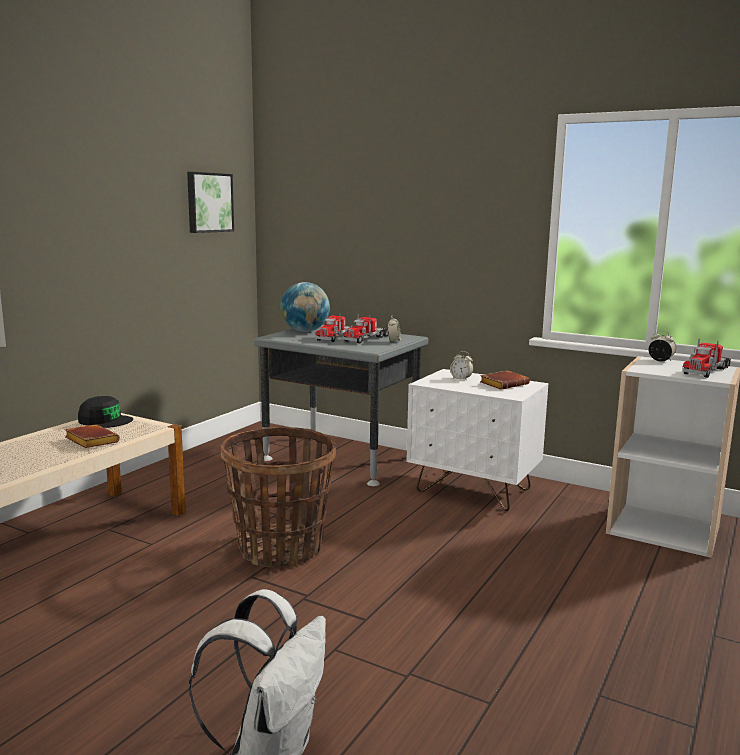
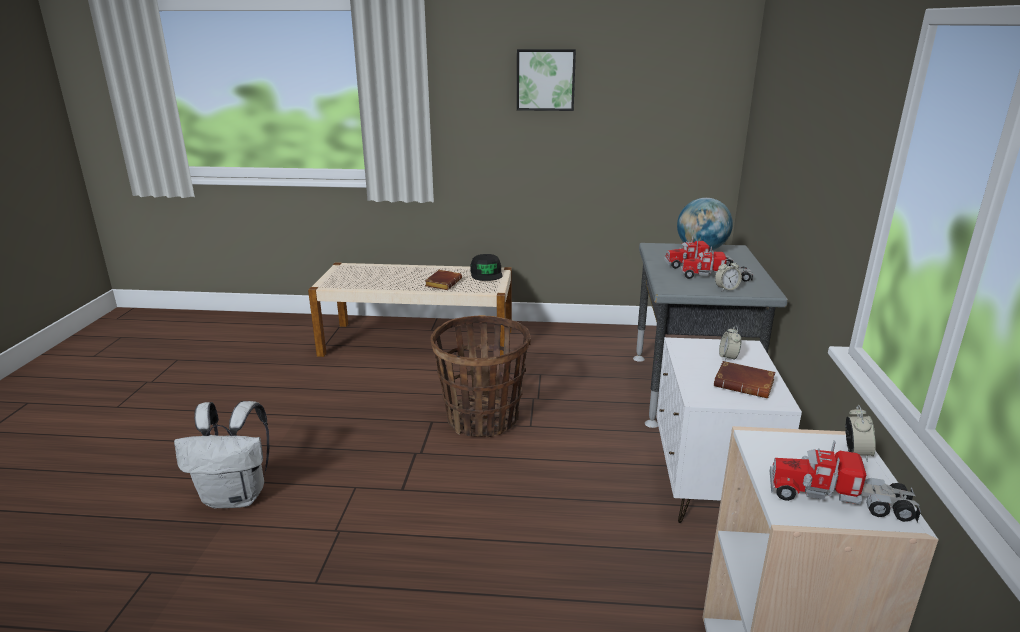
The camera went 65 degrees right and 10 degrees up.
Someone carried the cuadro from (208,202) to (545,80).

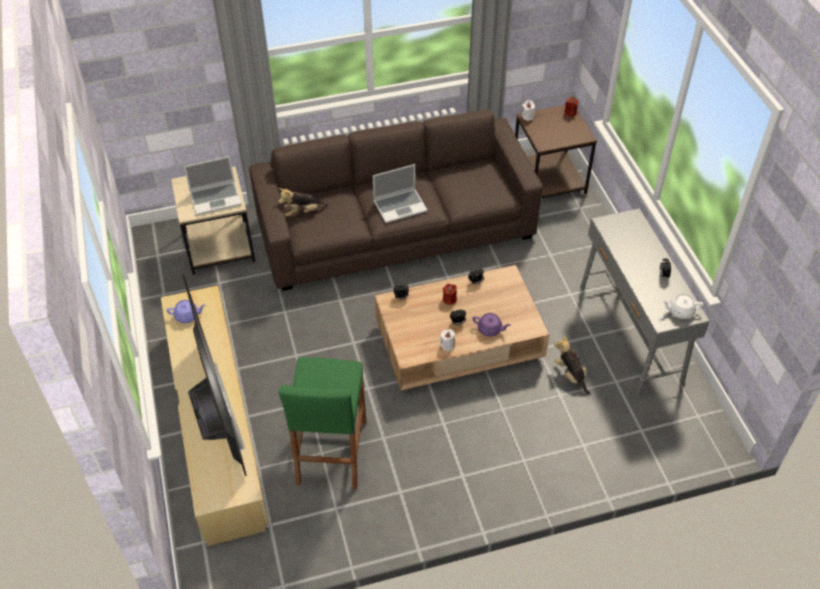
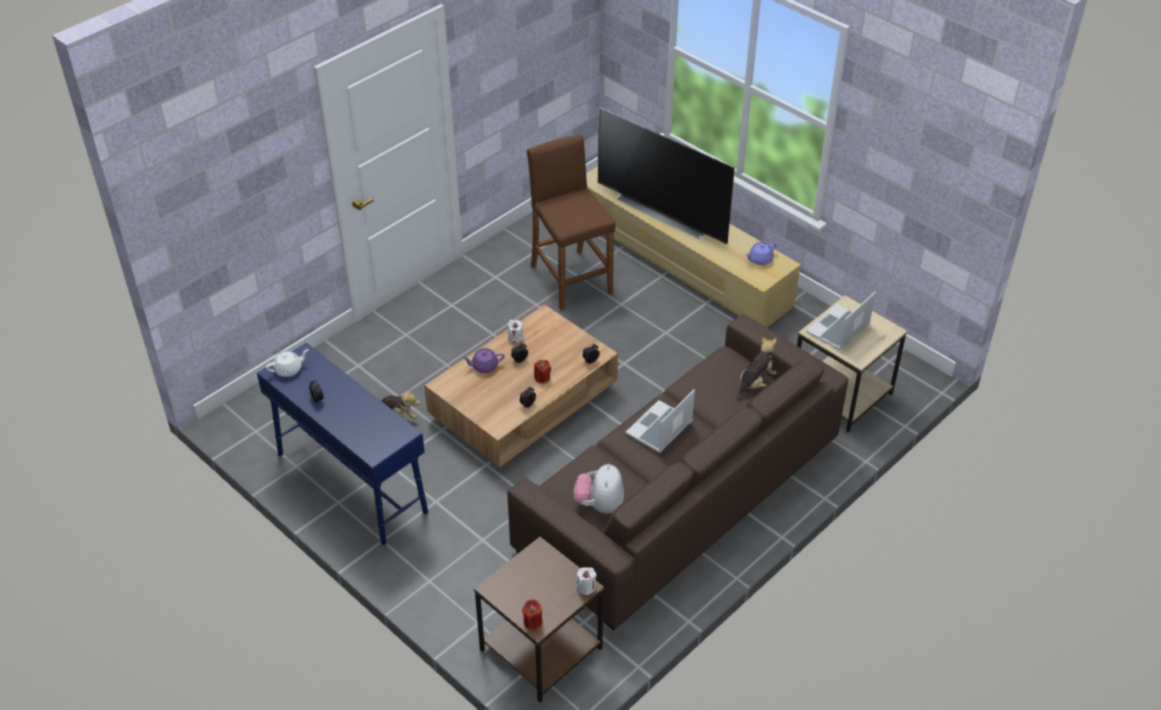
The camera went 150 degrees right and 5 degrees down.
Someone repainted the mesa consola/gris at (629,334), which became the mesa consola/azul at (352,482).
Someone repainted the taburete/verde at (331,452), which became the taburete/marrón at (571,279).
Someone put down the peluche at (599,505).

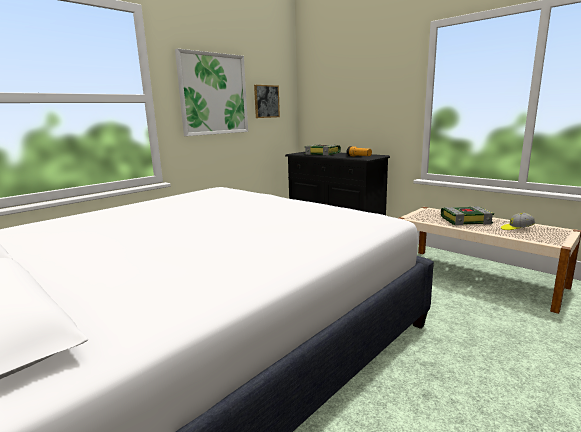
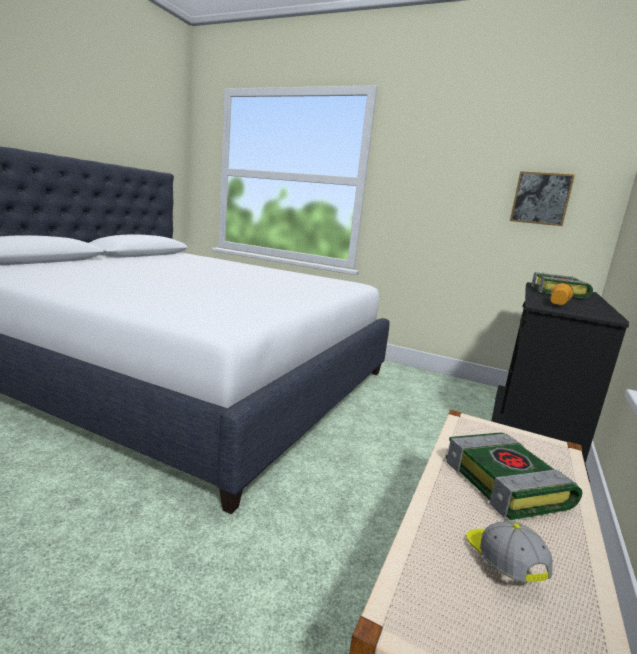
The camera went 70 degrees right and 0 degrees up.
Someone took away the cuadro at (213,94).

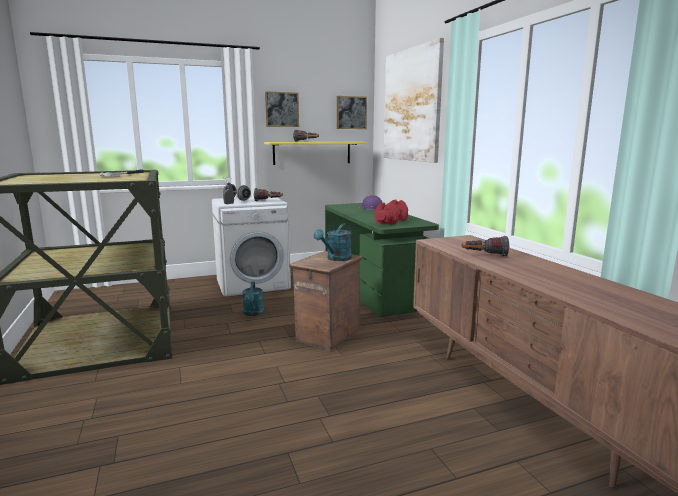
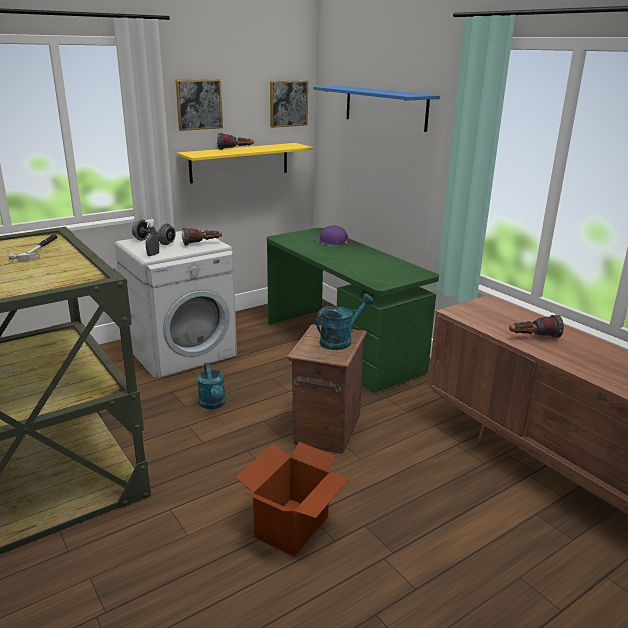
The camera went 15 degrees left and 10 degrees up.
Someone swapped the cuadro at (411,105) for the estante/azul at (385,107).
Someone took away the mancuerna/rojo at (391,221).
Someone rotated the regadera/turquesa at (336,259) by 150 degrees counterclockwise.
Someone put down the caja de cartón at (293,527).

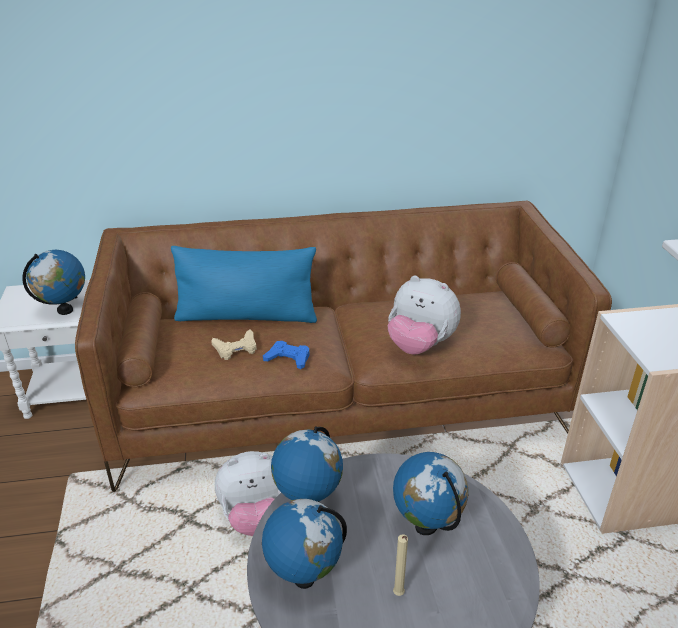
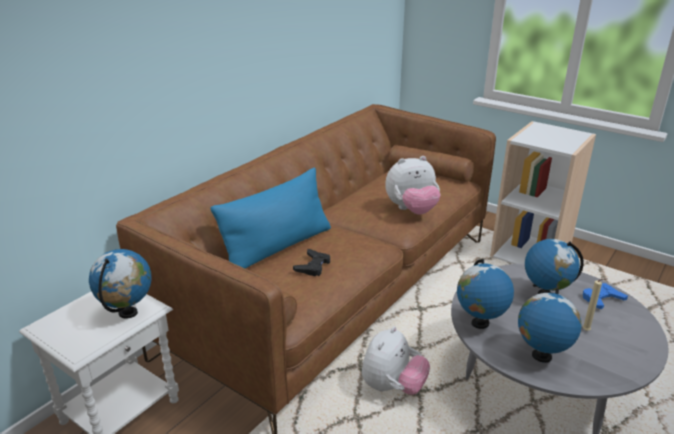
The camera went 45 degrees left and 5 degrees down.
Someone repainted the mando de consola/beis at (236,348), which became the mando de consola/negro at (313,266).
Someone carried the mando de consola/azul from (288,358) to (602,299).

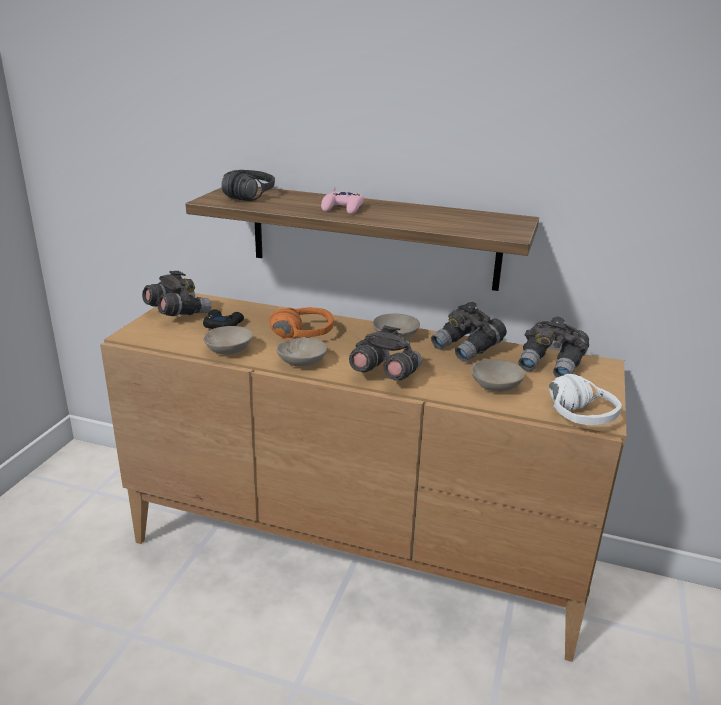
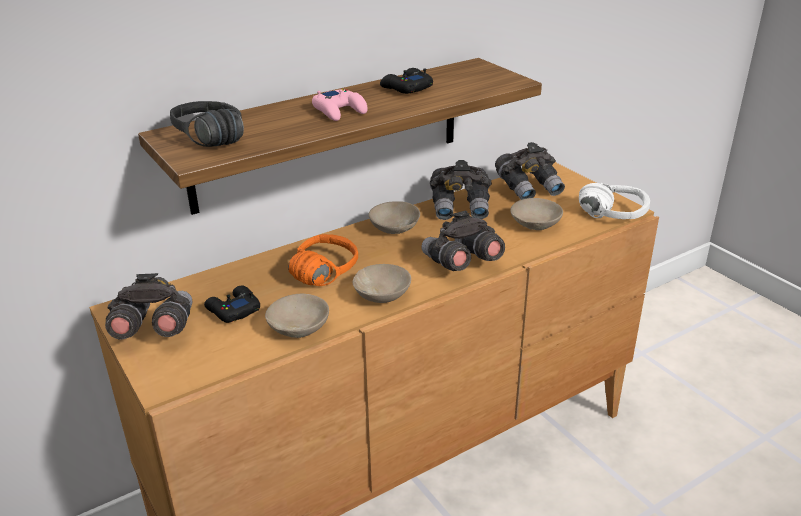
The camera went 50 degrees left and 5 degrees up.
Someone put down the mando de consola/negro at (406,88).

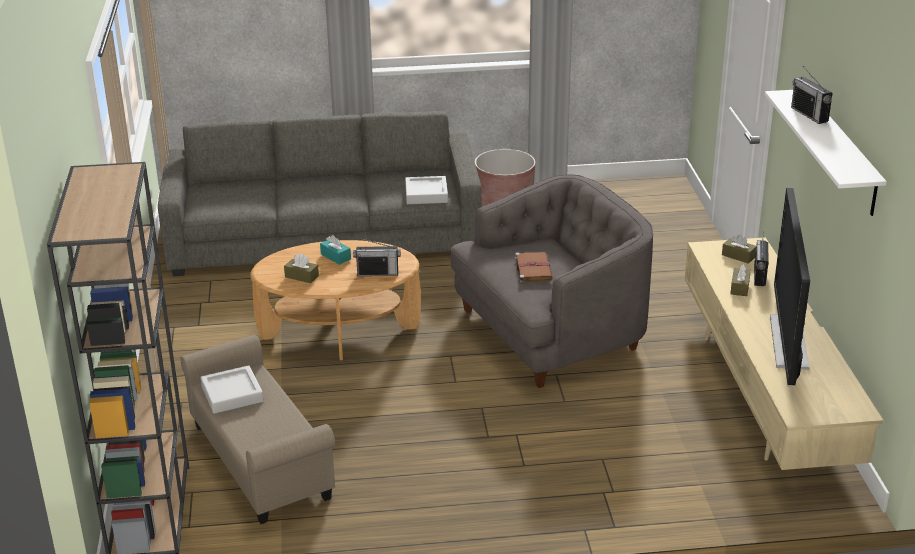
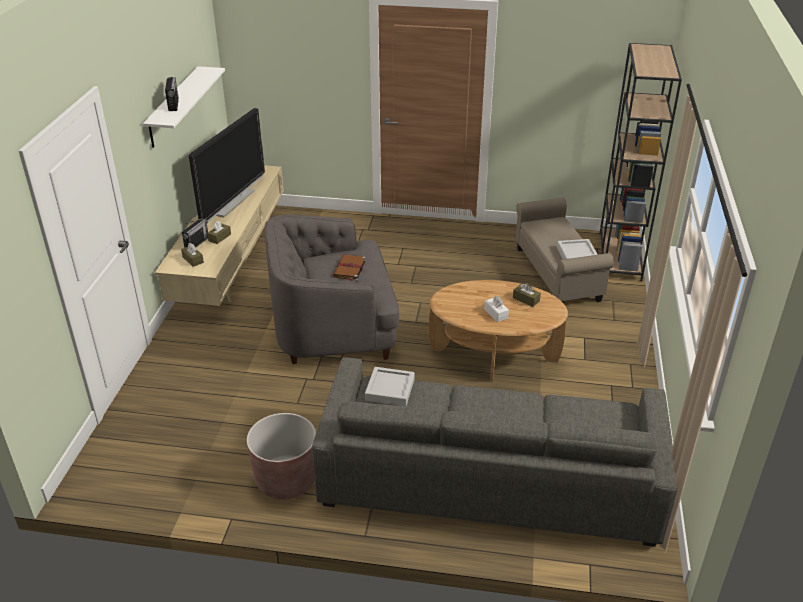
The camera went 165 degrees left and 5 degrees up.
Someone repainted the caja de pañuelos/turquesa at (335,257), which became the caja de pañuelos/blanco at (496,313).
Someone took away the radio at (377,273).

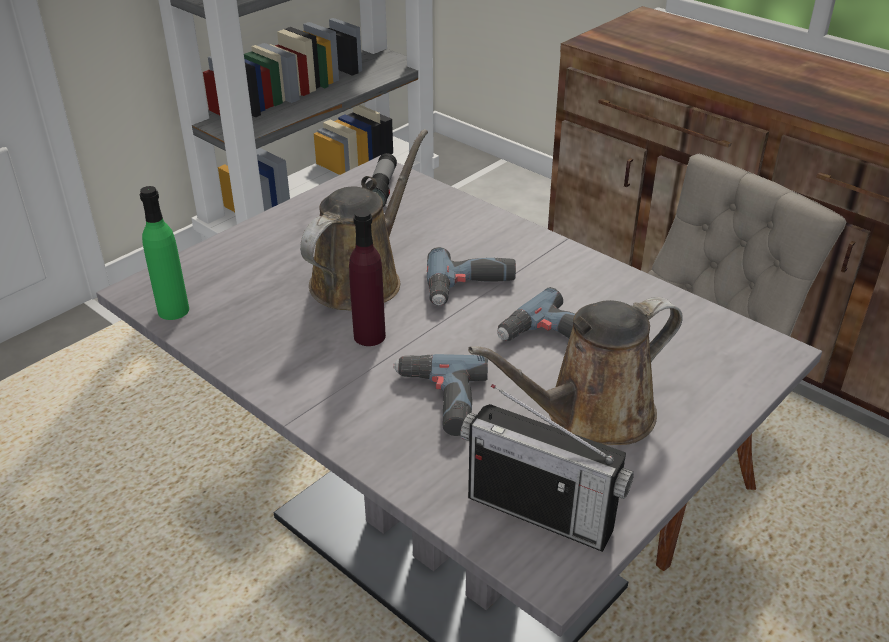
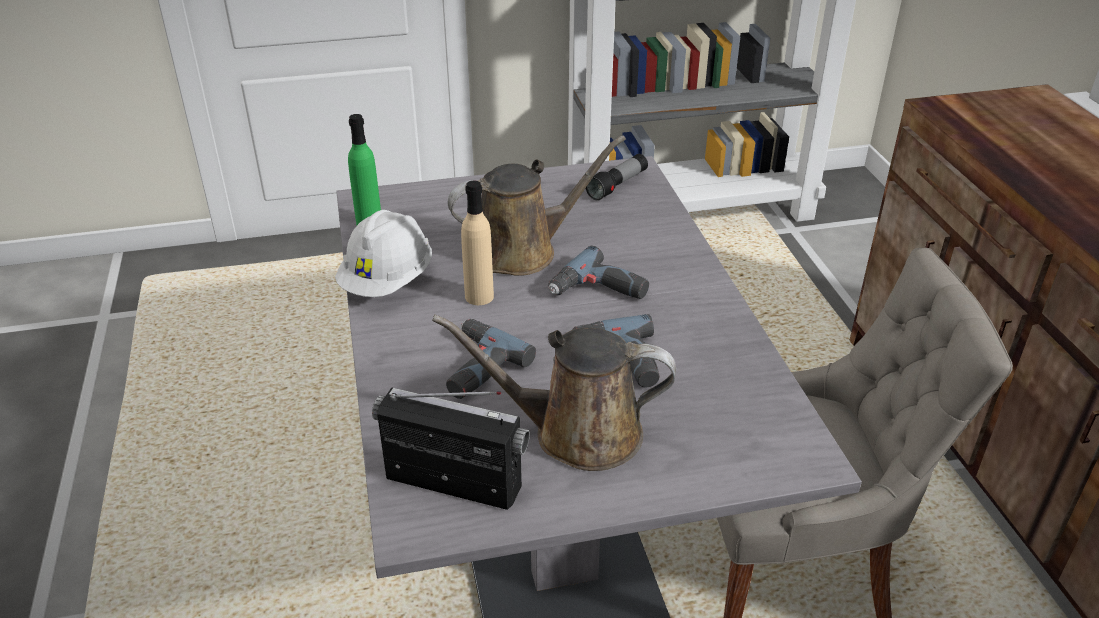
The camera went 35 degrees right and 0 degrees up.
Someone repainted the botella/morado at (369,336), which became the botella/beis at (479,296).
Someone rotated the radio at (541,512) by 135 degrees clockwise.
Someone put down the casco/blanco at (388,282).

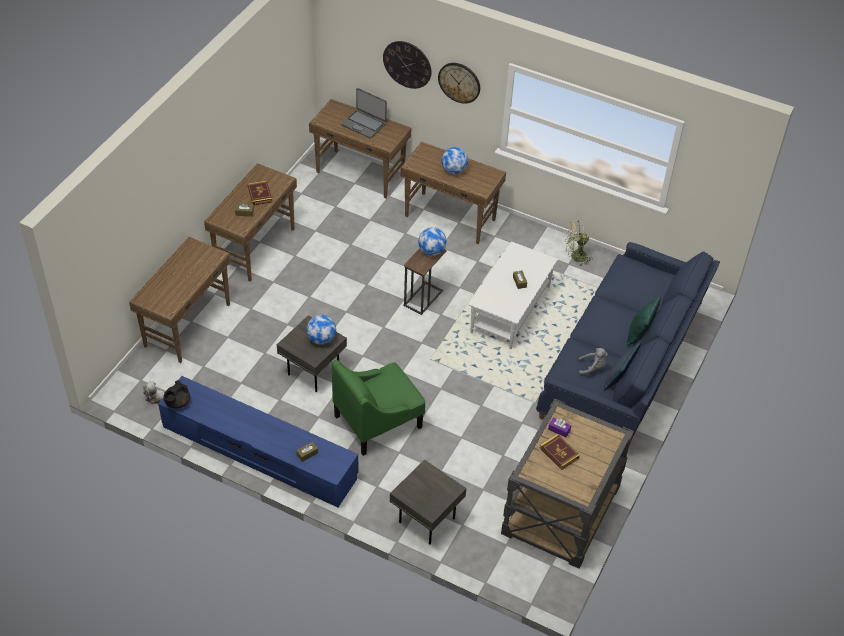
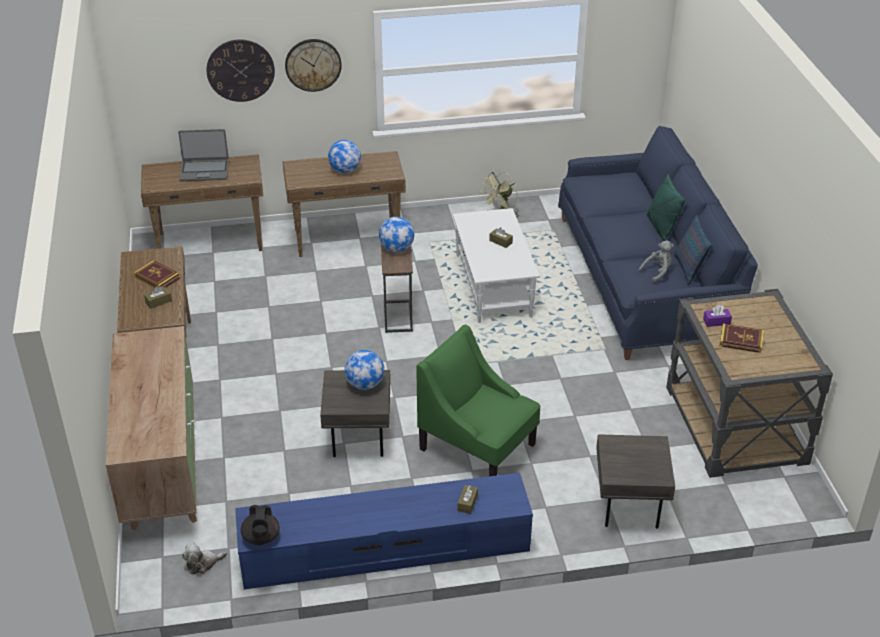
The camera went 35 degrees left and 10 degrees down.
Someone swapped the mesa consola/marrón at (187,325) for the cómoda/verde at (162,470).
Someone rotated the sillón/verde at (378,421) by 105 degrees clockwise.

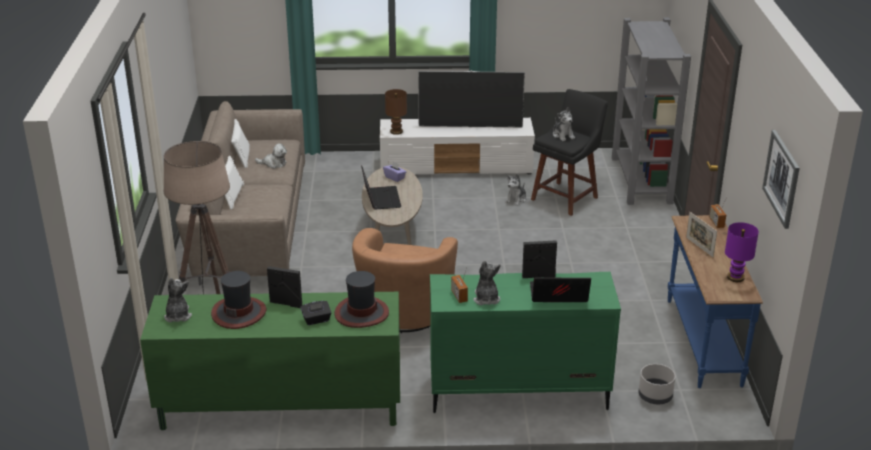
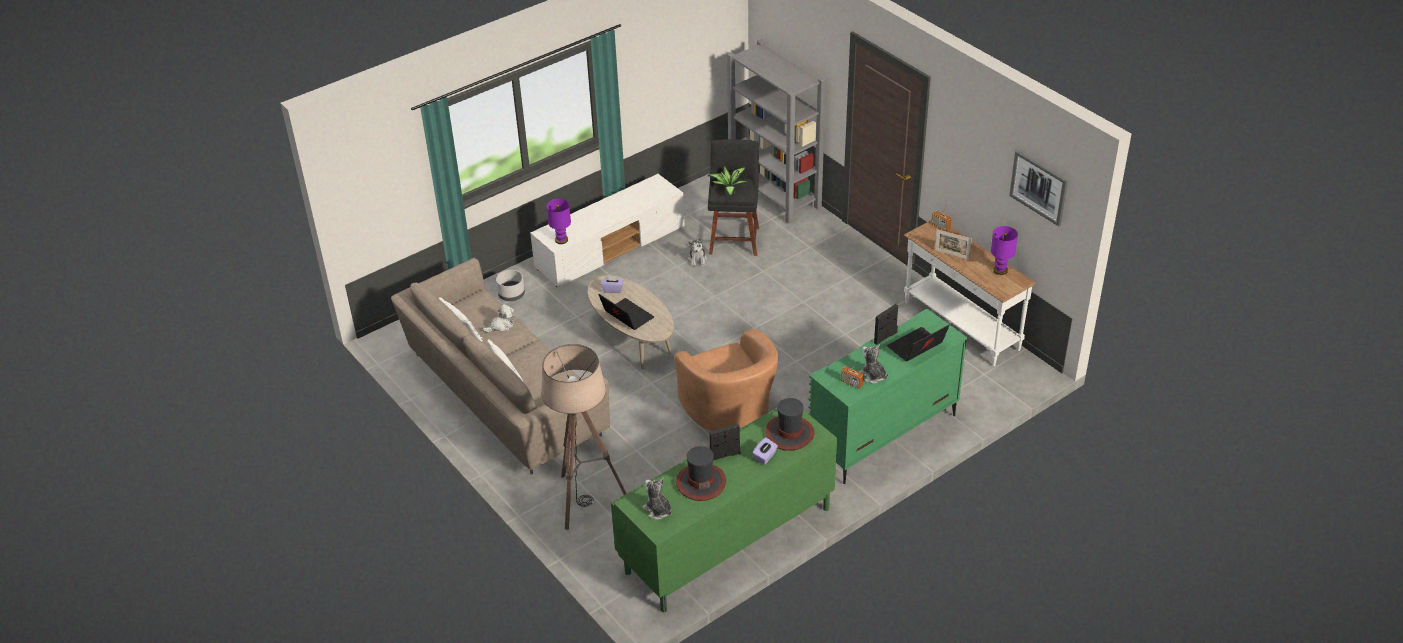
The camera went 35 degrees left and 10 degrees up.
Someone took away the televisor at (470,126).
Someone repainted the lámpara de mesa/marrón at (396,132), which became the lámpara de mesa/morado at (561,240).
Someone swapped the peluche at (563,135) for the planta en maceta at (729,186).
Someone repainted the mesa consola/azul at (701,342), which became the mesa consola/blanco at (960,326).
Someone repainted the caja de pañuelos/negro at (316,320), which became the caja de pañuelos/morado at (765,457).
Someone carried the maceta/gris from (655,396) to (511,295).

